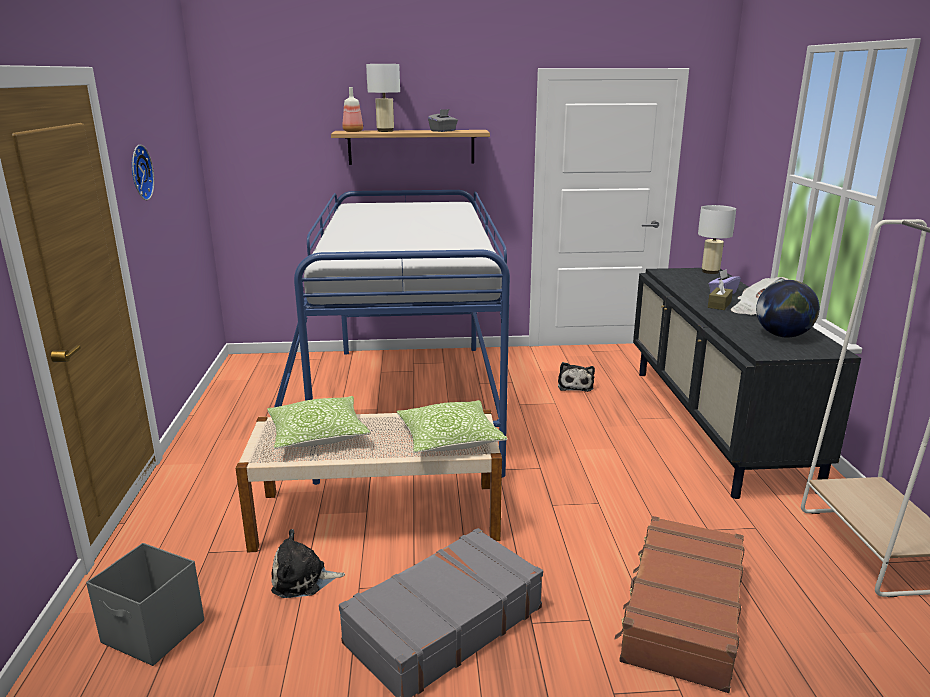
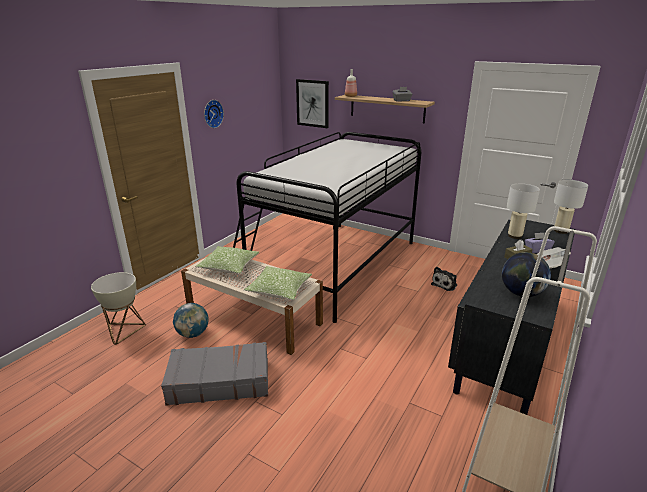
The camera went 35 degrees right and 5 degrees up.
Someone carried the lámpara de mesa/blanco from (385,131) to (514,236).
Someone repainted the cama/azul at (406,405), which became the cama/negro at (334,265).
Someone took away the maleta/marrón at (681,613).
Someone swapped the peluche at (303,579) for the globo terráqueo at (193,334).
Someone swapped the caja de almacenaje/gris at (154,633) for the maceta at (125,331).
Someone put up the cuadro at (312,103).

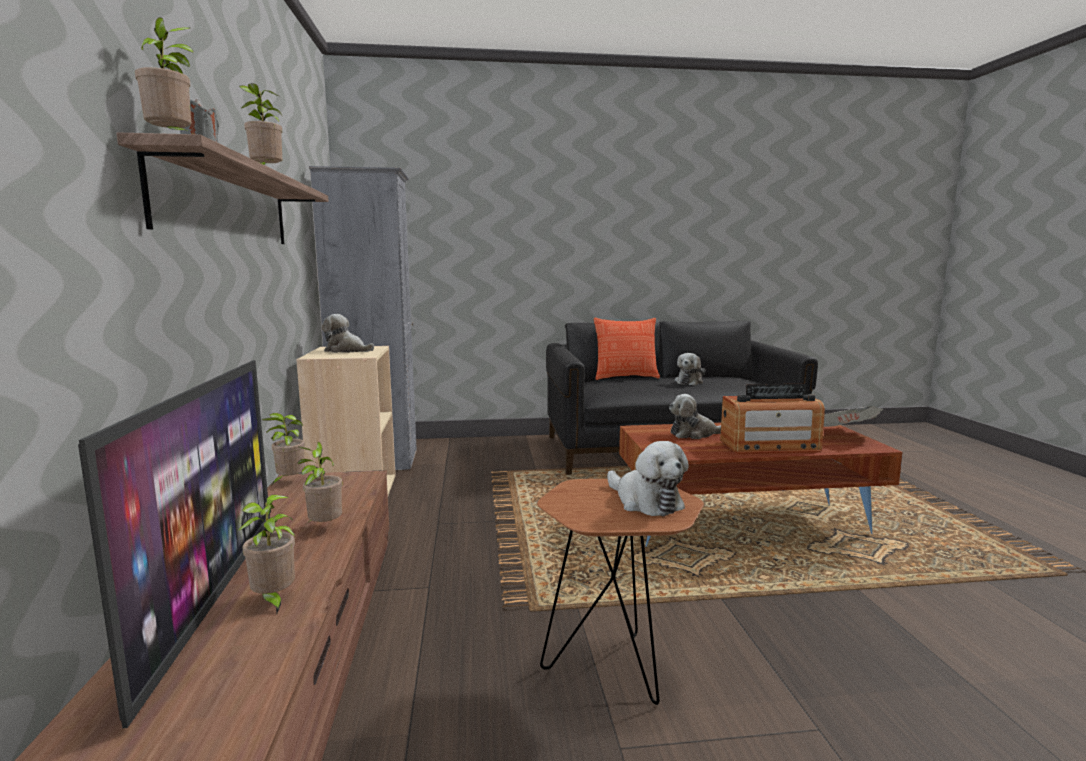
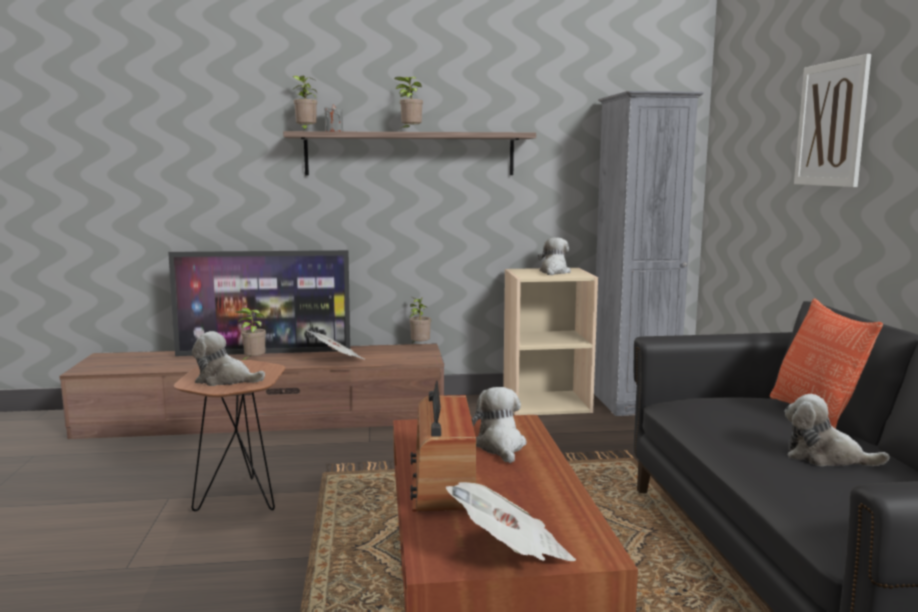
The camera went 90 degrees right and 0 degrees up.
Someone rotated the peluche at (645,501) by 45 degrees clockwise.
Someone swapped the planta en maceta at (324,527) for the periódico at (337,360).
Someone put up the cuadro at (831,124).

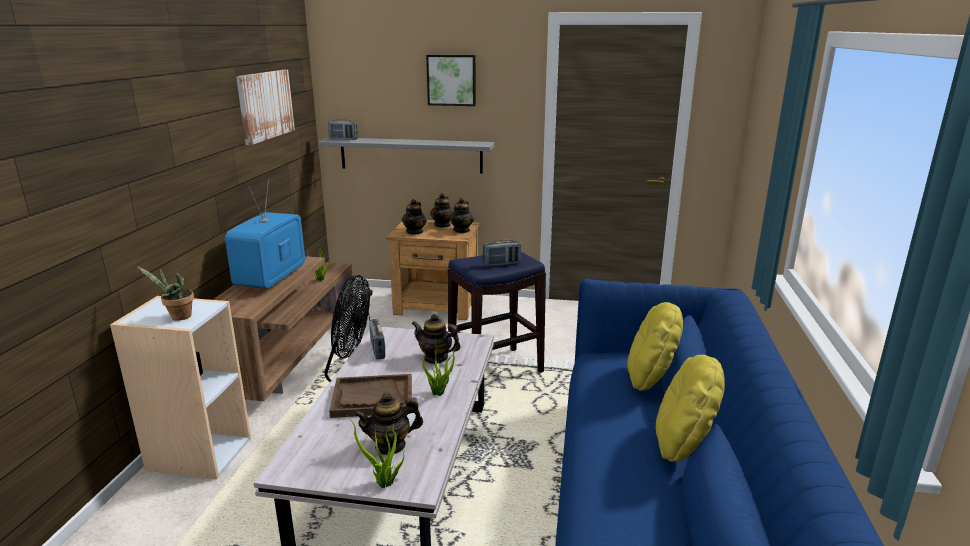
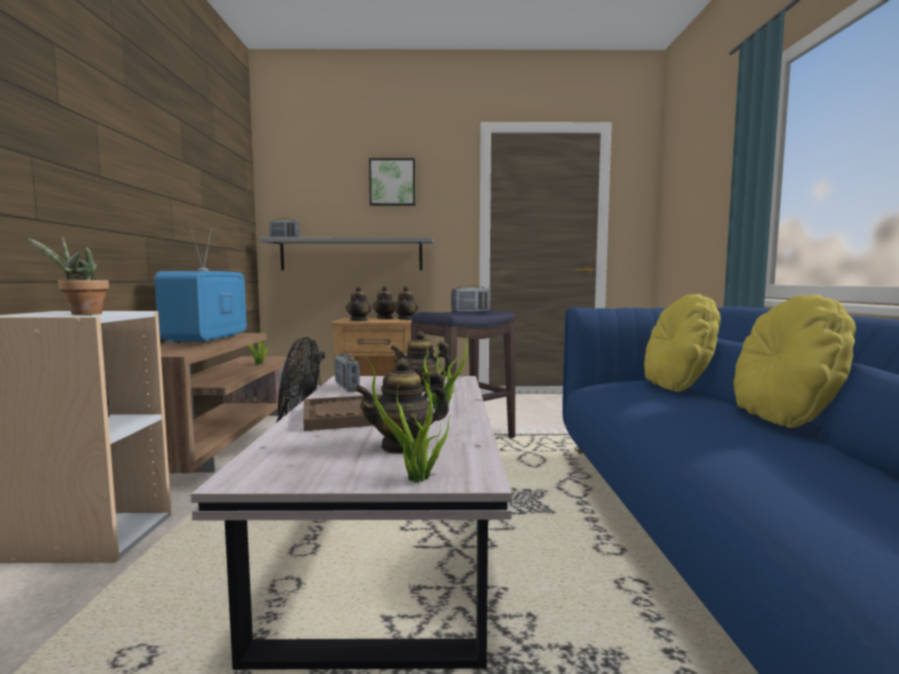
The camera went 10 degrees left and 15 degrees down.
Someone took away the cuadro at (265,105).

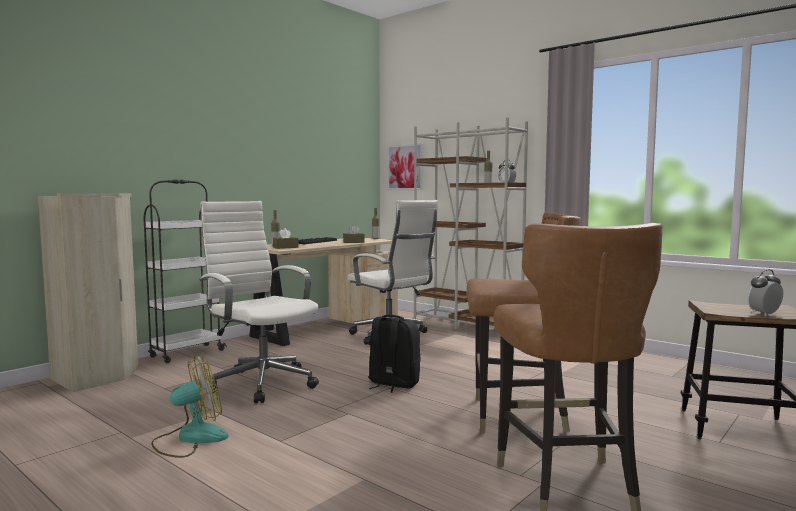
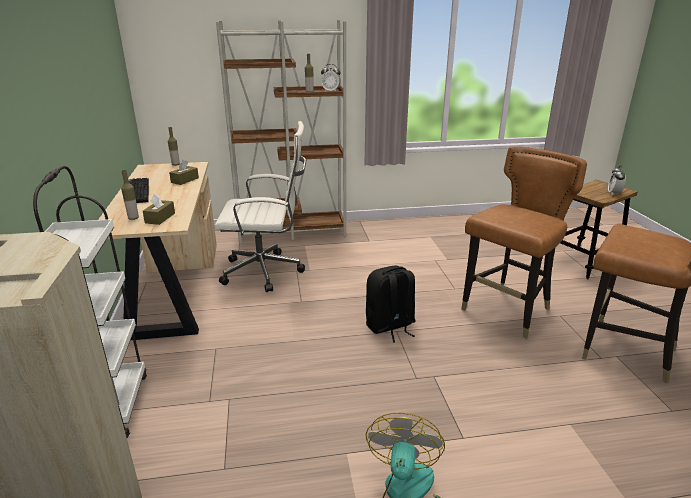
The camera went 50 degrees left and 20 degrees up.
Someone took away the cuadro at (405,167).
Someone took away the silla de oficina/blanco at (260,383).

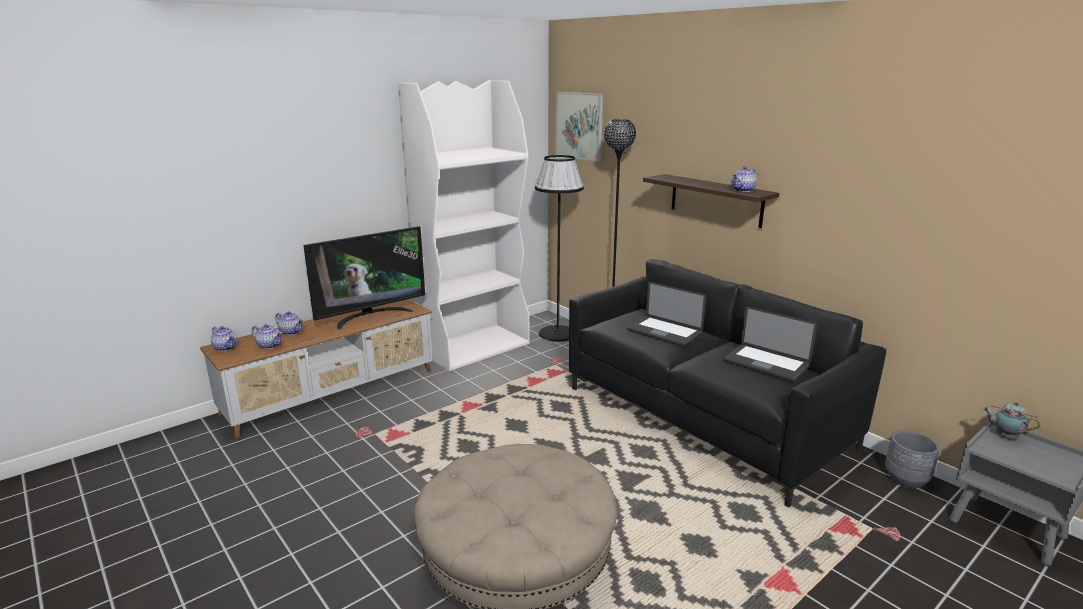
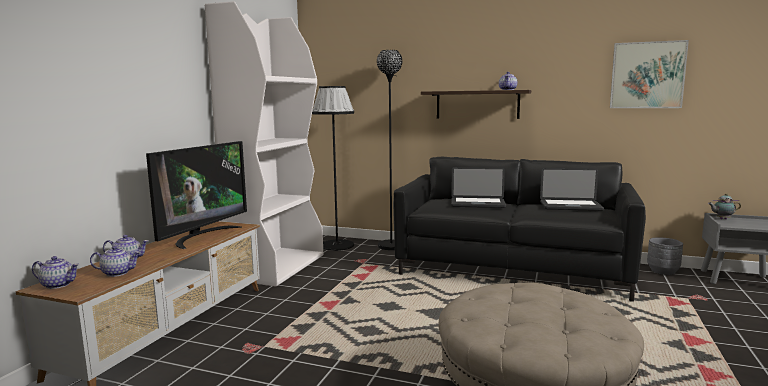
The camera went 30 degrees left and 10 degrees down.
Someone carried the cuadro from (579,125) to (647,75).

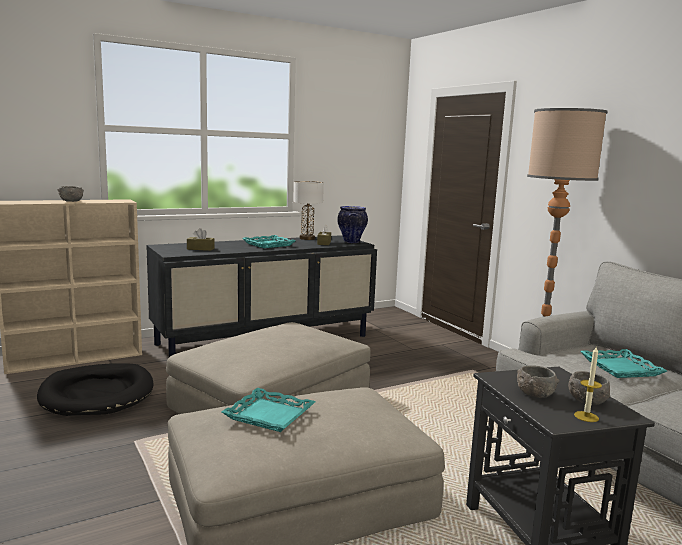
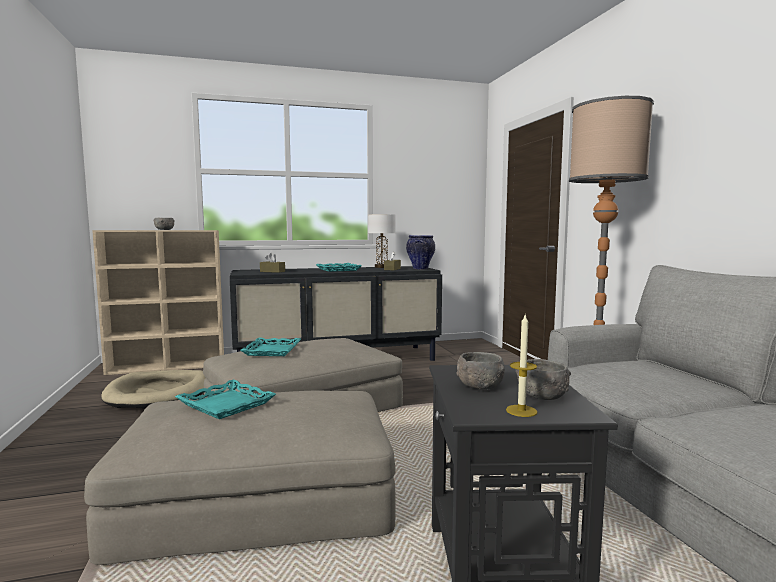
The camera went 15 degrees right and 5 degrees down.
Someone carried the bandeja/turquesa from (620,368) to (271,351).
Someone repainted the cama para perro/negro at (97,394), which became the cama para perro/beis at (159,393).

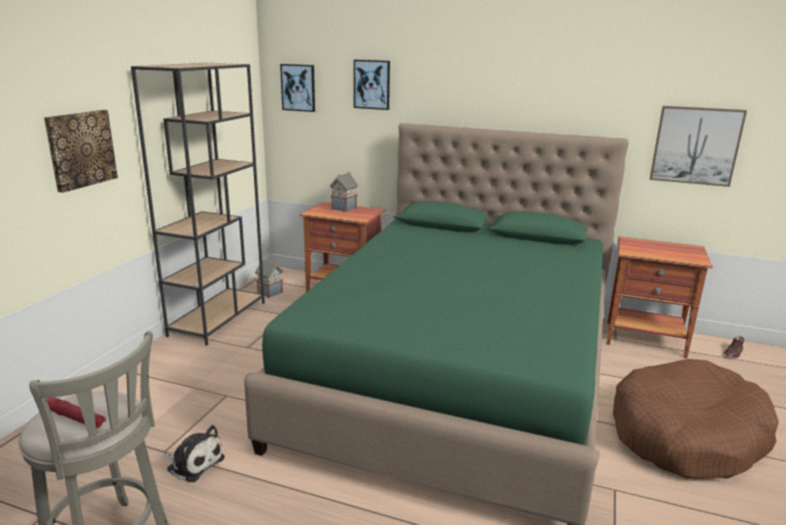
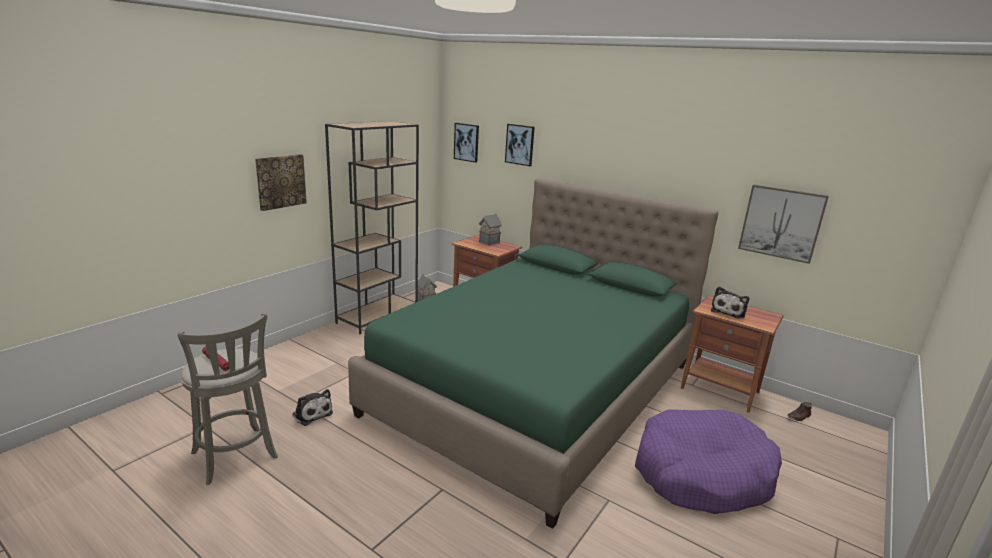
The camera went 15 degrees right and 0 degrees up.
Someone repainted the cama para perro/marrón at (686,435), which became the cama para perro/morado at (701,474).
Someone put down the peluche at (728,311).

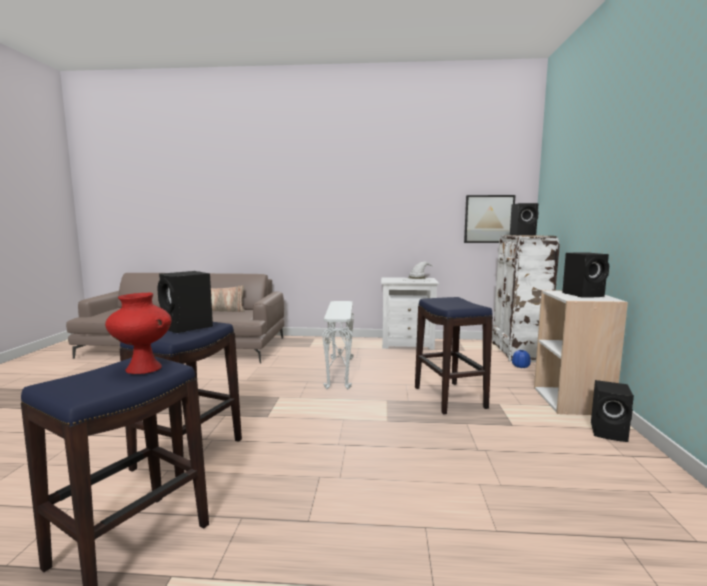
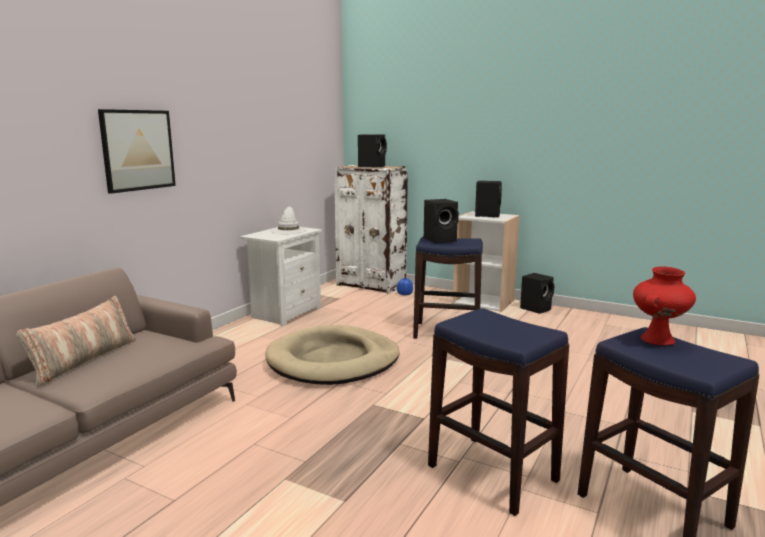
The camera went 65 degrees left and 5 degrees up.
Someone carried the cuadro from (489,219) to (138,150).
Someone carried the altavoz/negro from (188,327) to (441,240).
Someone swapped the mesa auxiliar/blanco at (340,372) for the cama para perro/beis at (333,361).

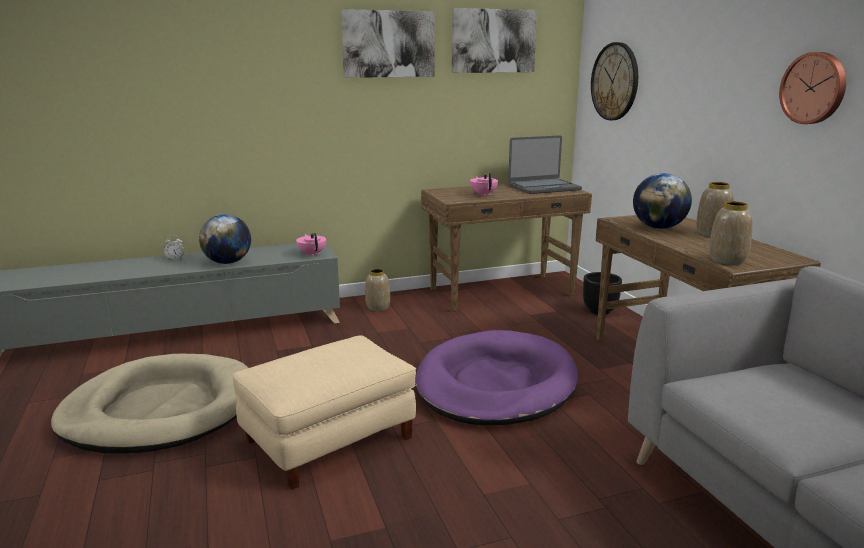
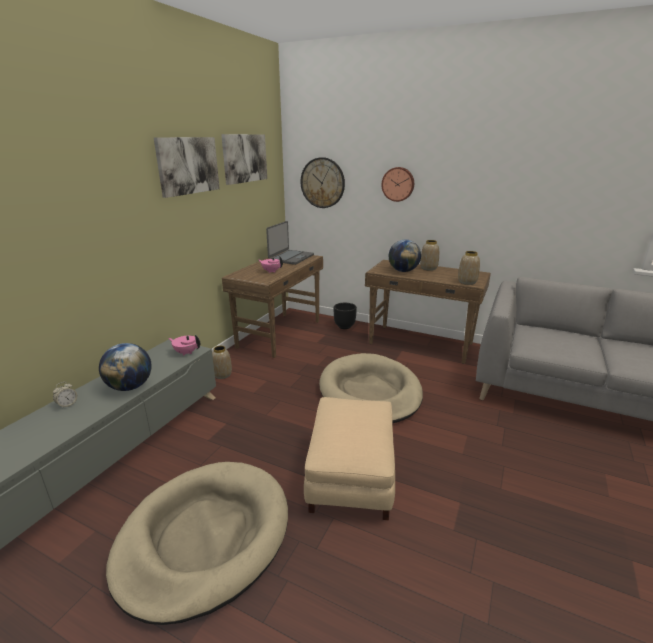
The camera went 45 degrees left and 5 degrees up.
Someone carried the reloj de pared from (814,88) to (398,184).
Someone repainted the cama para perro/morado at (495,384), which became the cama para perro/beis at (370,392).

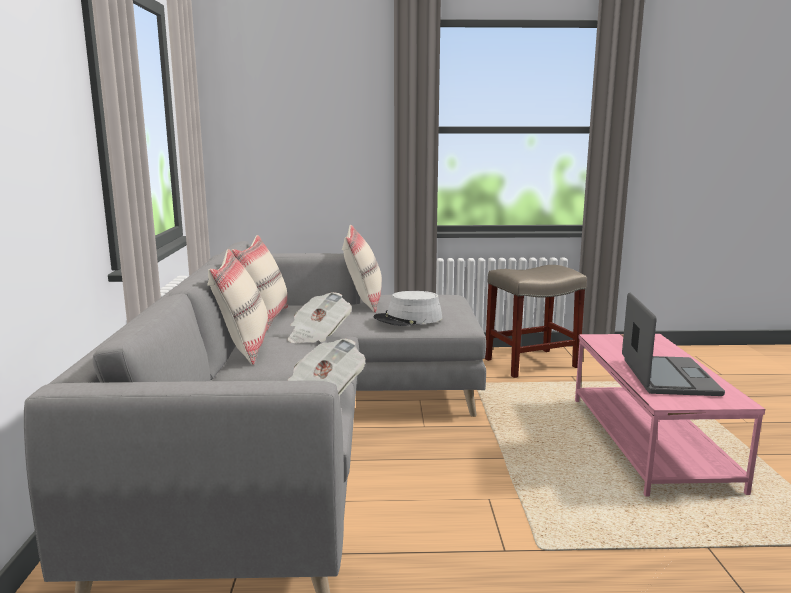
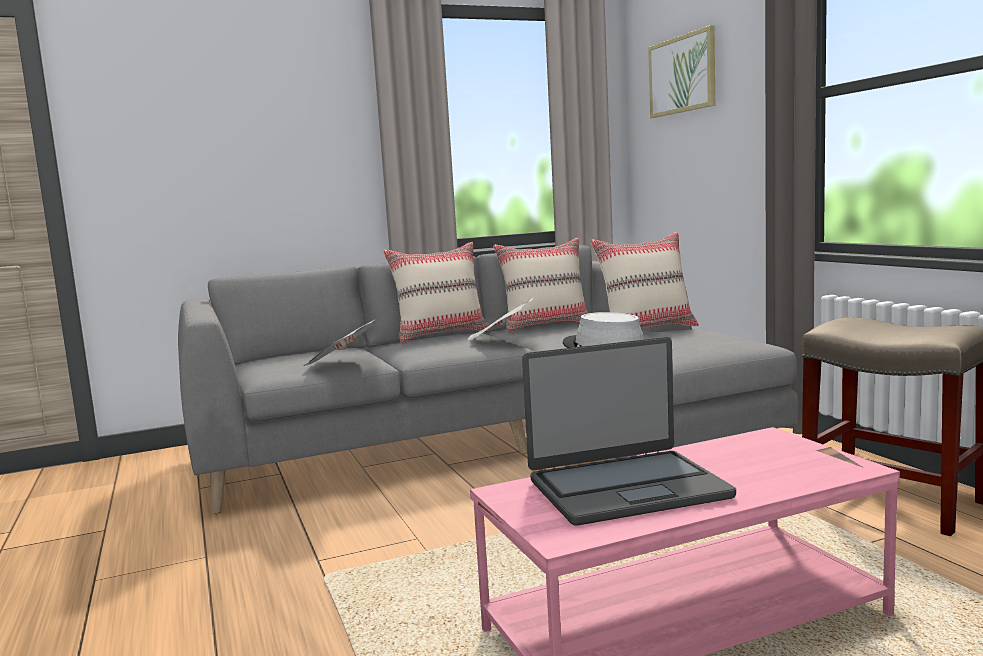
The camera went 70 degrees right and 5 degrees down.
Someone put up the cuadro at (682,74).

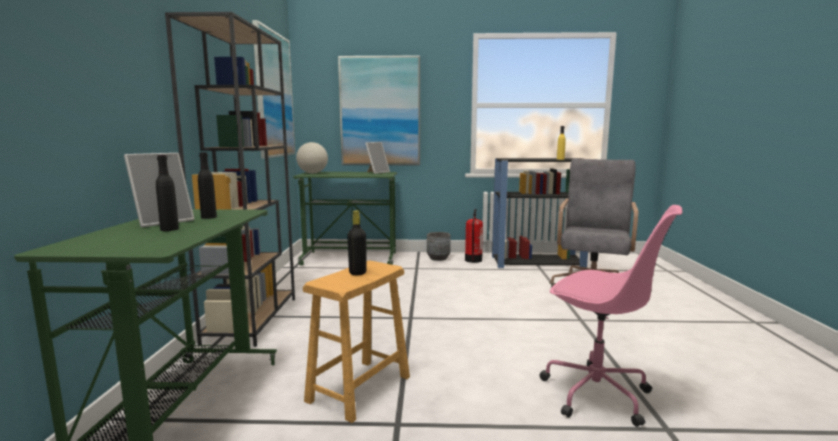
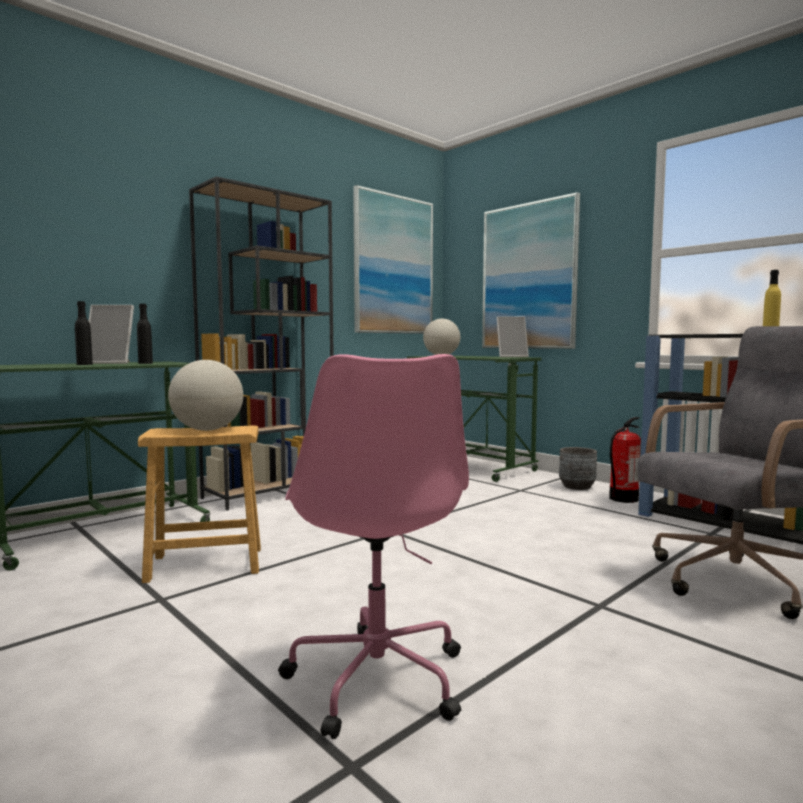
The camera went 45 degrees right and 5 degrees down.
Someone swapped the botella/negro at (357,273) for the globo terráqueo at (207,430).

